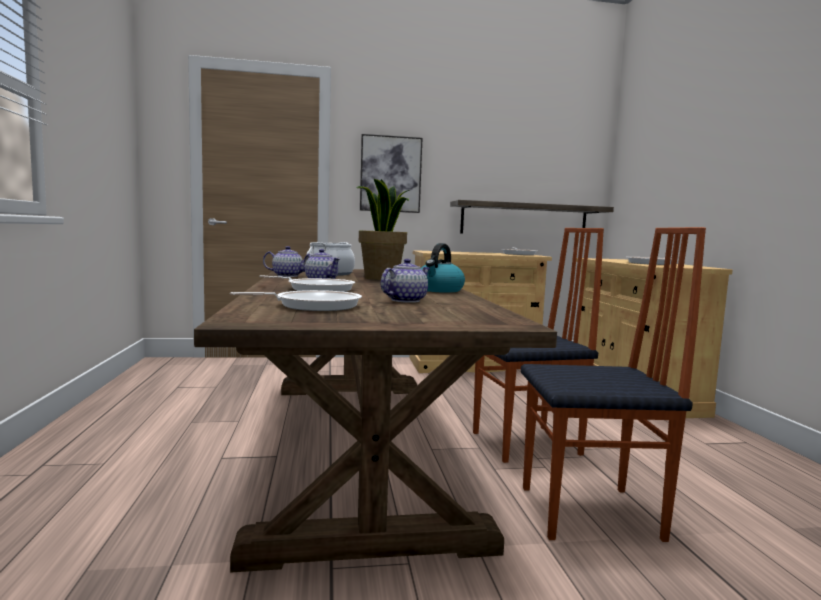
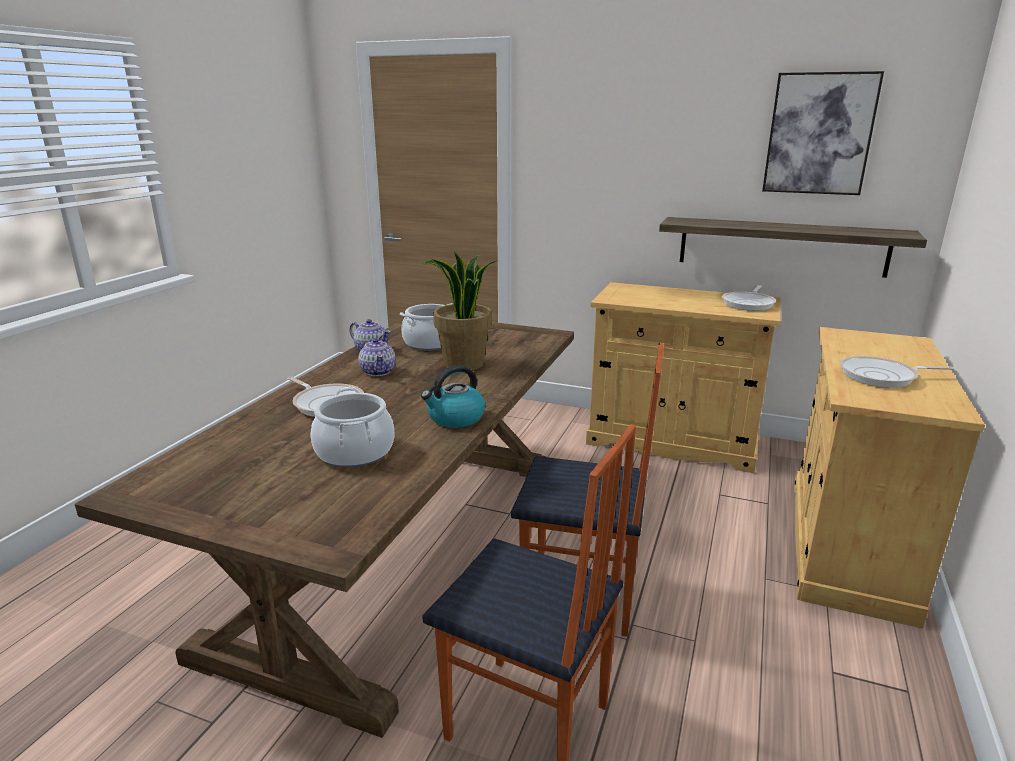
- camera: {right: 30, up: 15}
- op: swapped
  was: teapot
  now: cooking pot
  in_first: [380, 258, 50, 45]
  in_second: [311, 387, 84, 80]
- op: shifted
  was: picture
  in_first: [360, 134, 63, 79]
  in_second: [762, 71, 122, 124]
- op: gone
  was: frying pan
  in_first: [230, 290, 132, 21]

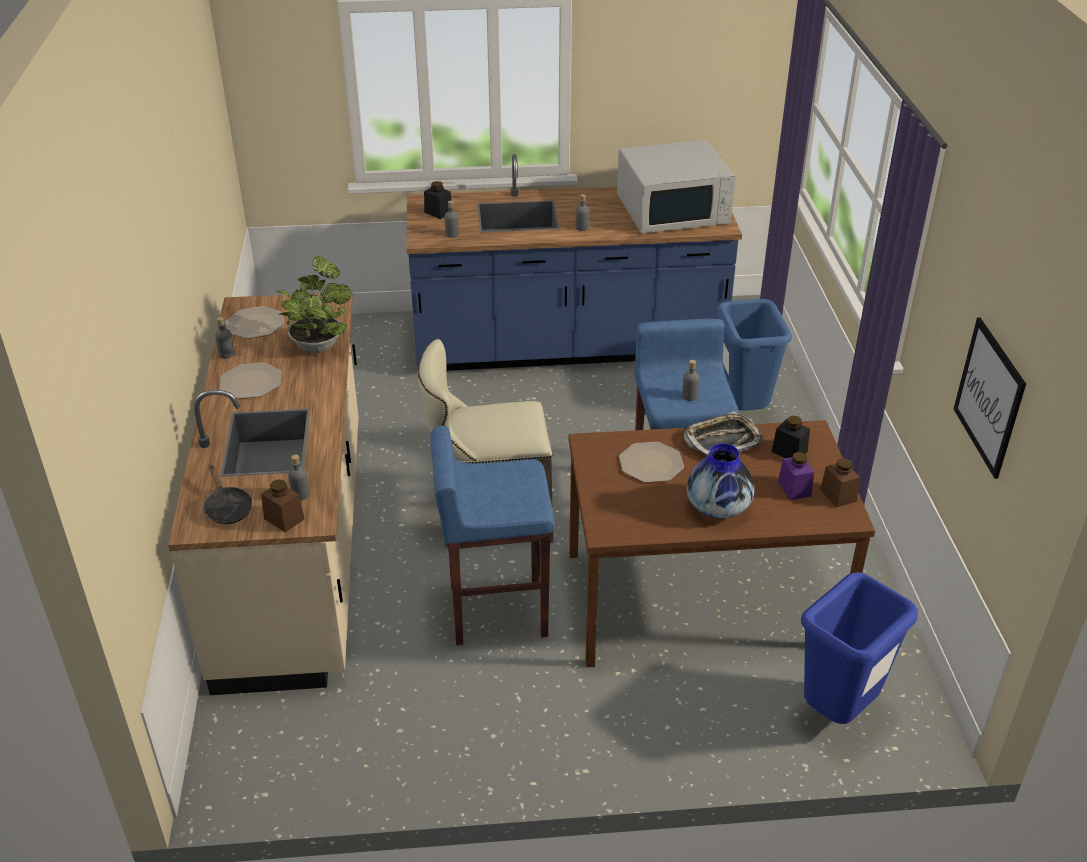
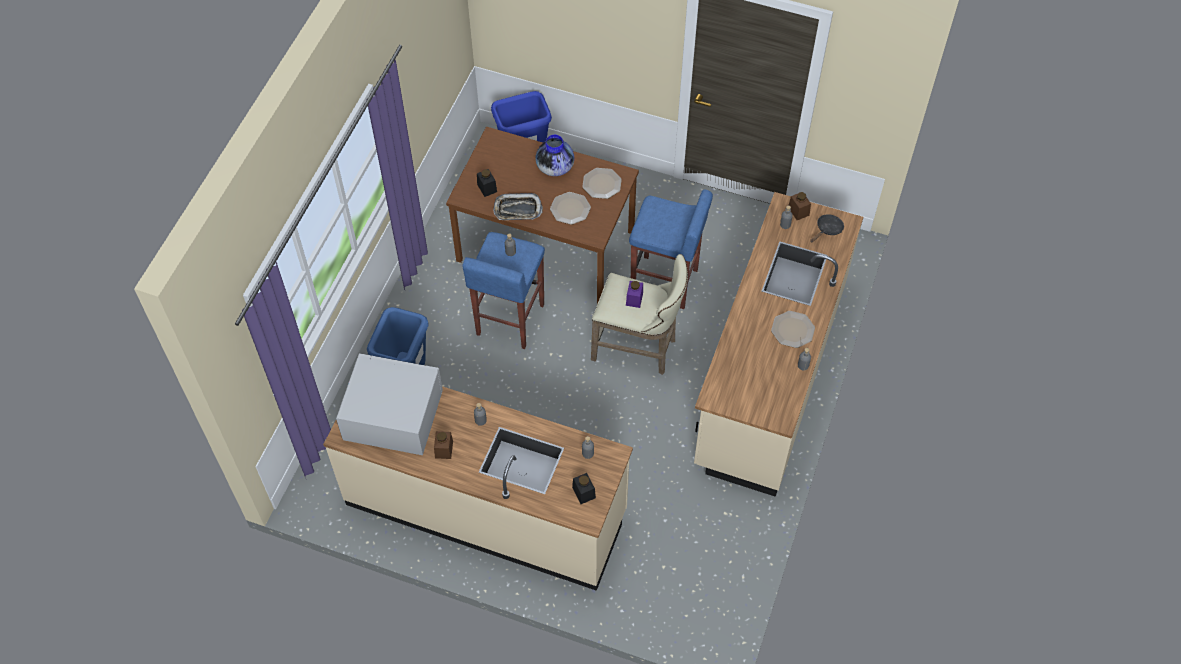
- camera: {right: -155, up: 20}
- op: repainted
  was: counter in blue
  now: counter in beige
  in_first: [407, 154, 335, 217]
  in_second: [323, 386, 310, 205]
- op: shifted
  was: jar in brown
  in_first: [820, 458, 40, 50]
  in_second: [434, 431, 19, 28]
- op: shifted
  was: plate
  in_first: [226, 306, 59, 33]
  in_second: [582, 168, 40, 31]
- op: shifted
  was: jar in purple
  in_first: [778, 452, 36, 48]
  in_second: [626, 281, 17, 27]
- op: rotated
  was: frying pan in black
  in_first: [204, 465, 48, 59]
  in_second: [810, 214, 34, 28]
  clockwise: 45
- op: gone
  was: potted plant
  in_first: [277, 256, 74, 98]
- op: gone
  was: picture
  in_first: [954, 317, 72, 162]

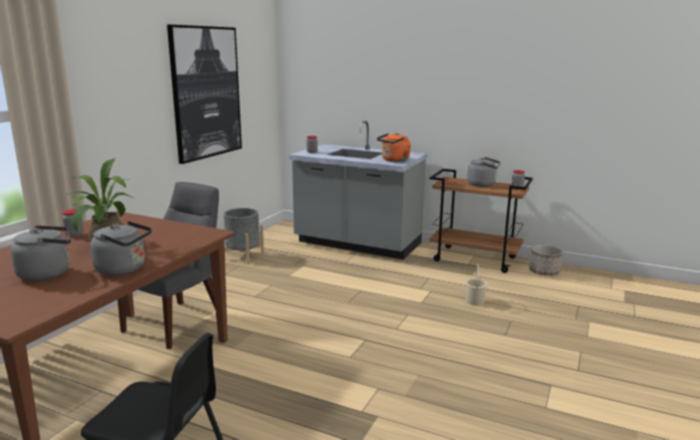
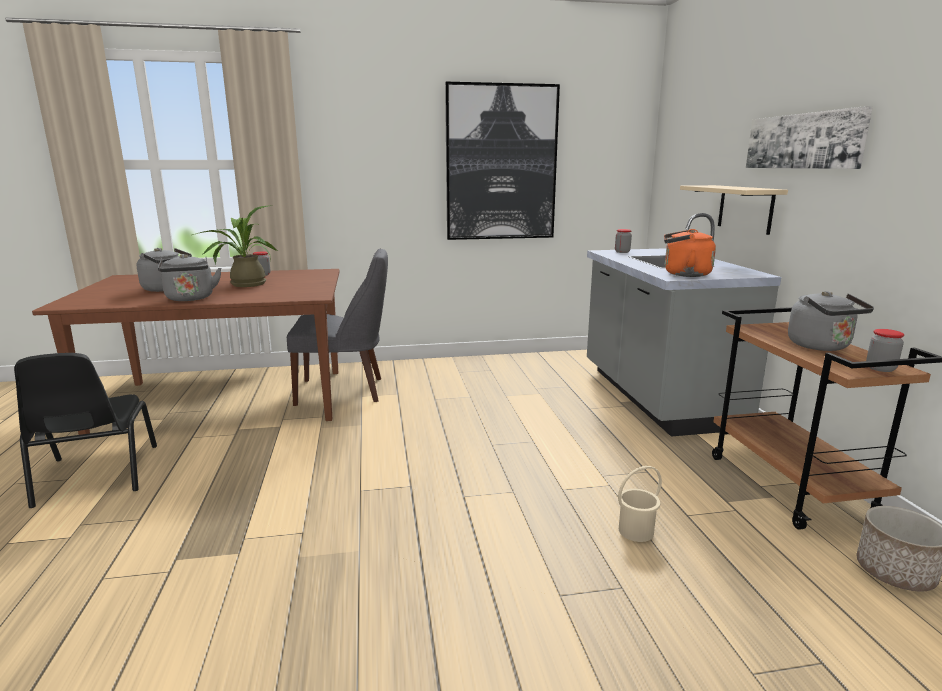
- camera: {right: 55, up: 0}
- op: new
  now: shelf in beige
  in_second: [680, 185, 108, 50]
- op: new
  now: picture
  in_second: [746, 106, 127, 63]
- op: gone
  was: planter in grey
  in_first: [224, 208, 40, 56]

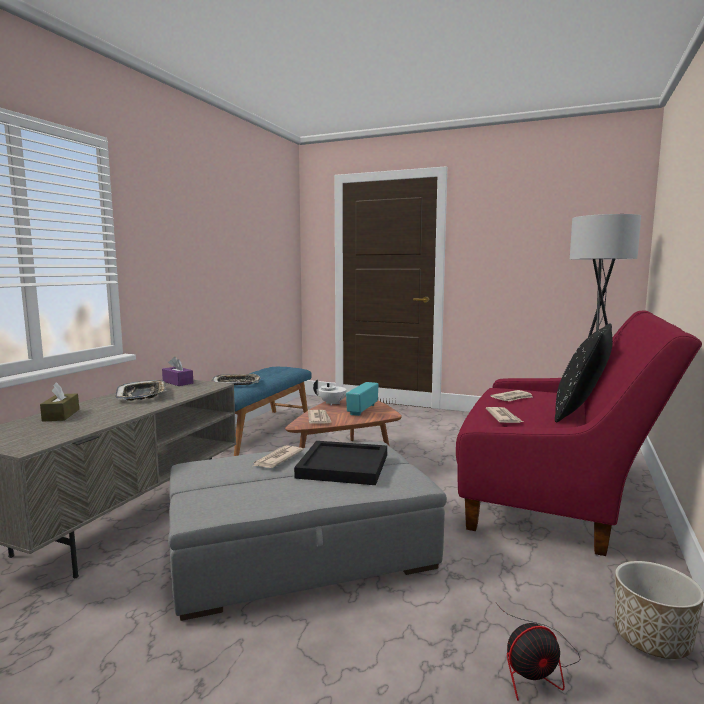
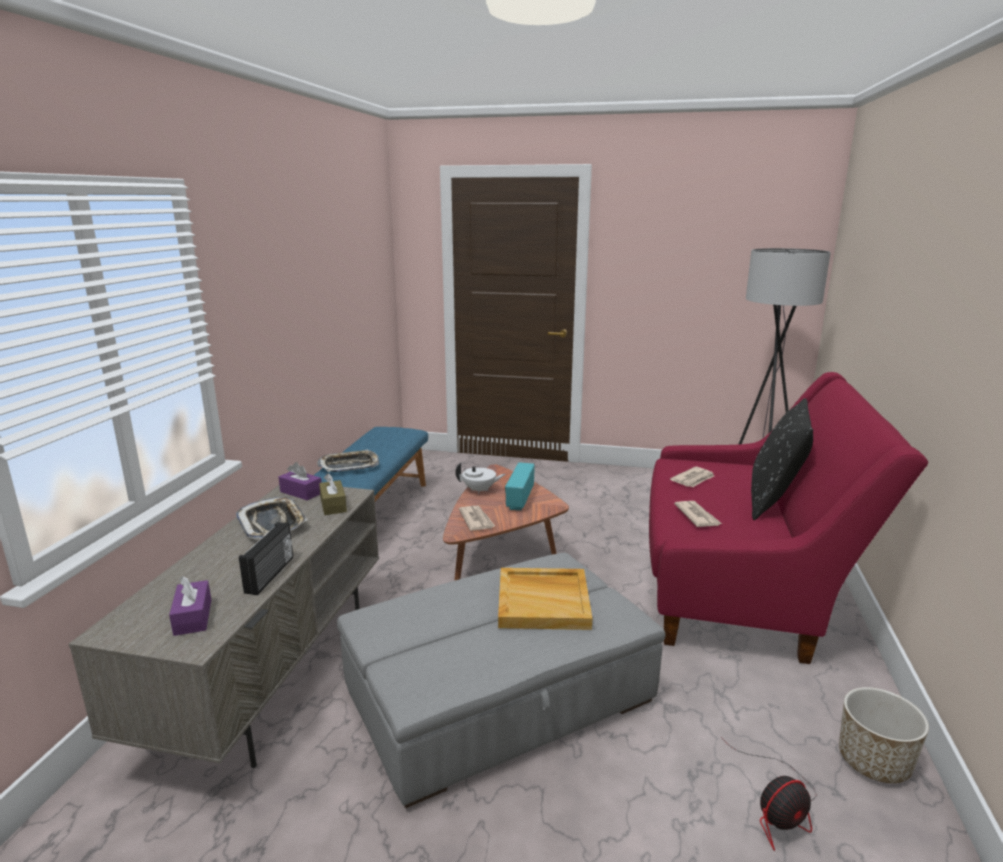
- camera: {right: -10, up: 10}
- op: new
  now: tissue box in purple
  in_second: [169, 576, 42, 60]
- op: new
  now: radio
  in_second: [239, 522, 54, 73]
- op: shifted
  was: tissue box in brown
  in_first: [40, 382, 39, 40]
  in_second: [319, 473, 28, 42]
- op: repainted
  was: tray in black
  now: tray in beige
  in_first: [294, 441, 93, 44]
  in_second: [498, 568, 94, 62]
- op: gone
  was: newspaper
  in_first: [253, 445, 51, 23]

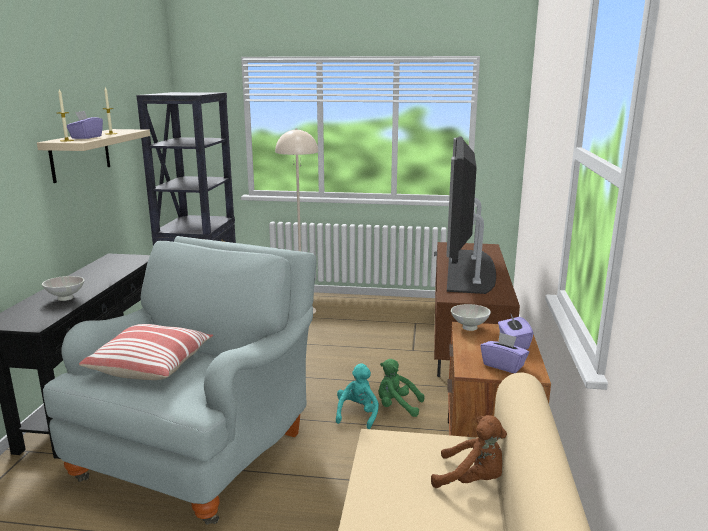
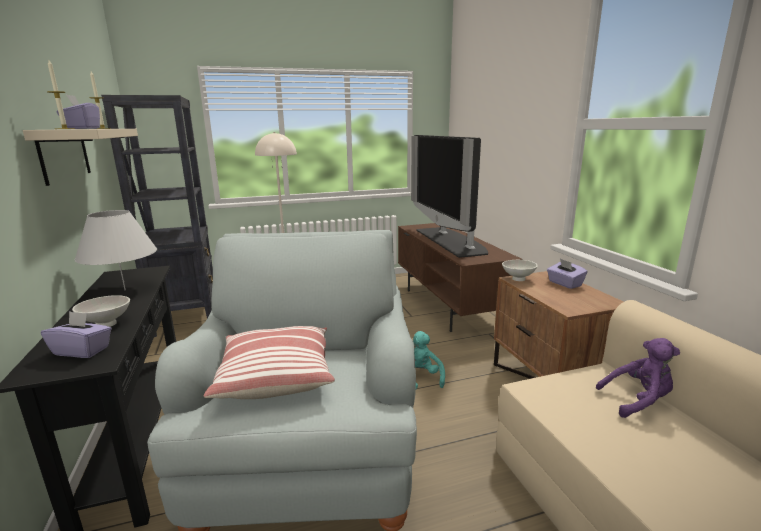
- camera: {right: -25, up: 0}
- op: shifted
  was: tissue box in purple
  in_first: [480, 332, 49, 41]
  in_second: [41, 311, 71, 47]
- op: new
  now: table lamp in white
  in_second: [75, 210, 82, 80]
- op: repainted
  was: plush toy in brown
  now: plush toy in purple
  in_first: [431, 415, 76, 73]
  in_second: [596, 338, 84, 80]
- op: gone
  was: plush toy in green
  in_first: [378, 359, 47, 58]

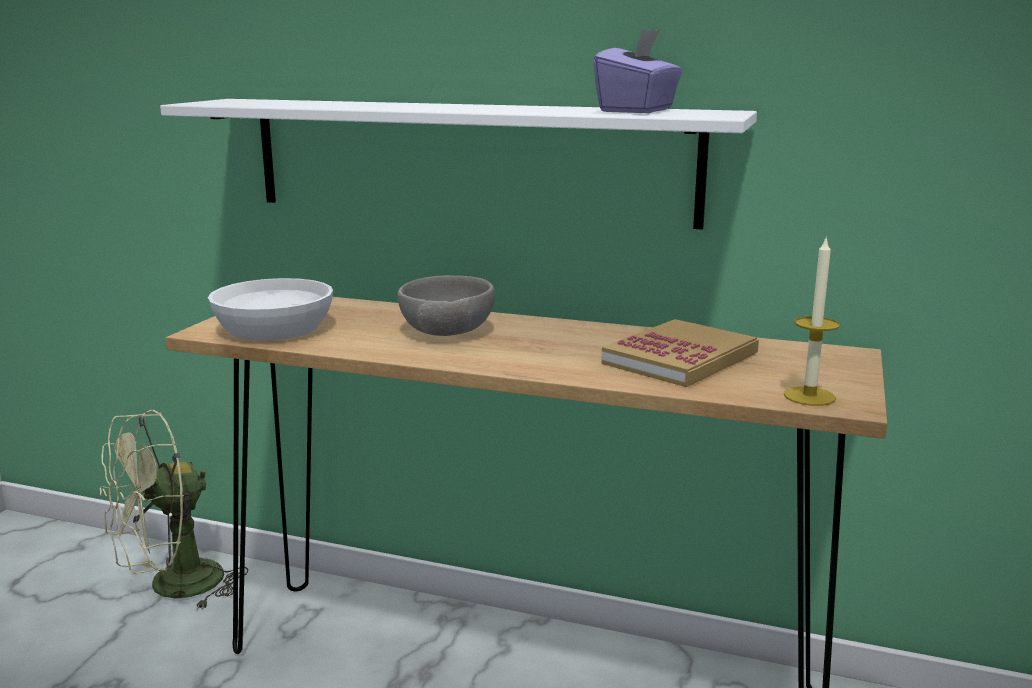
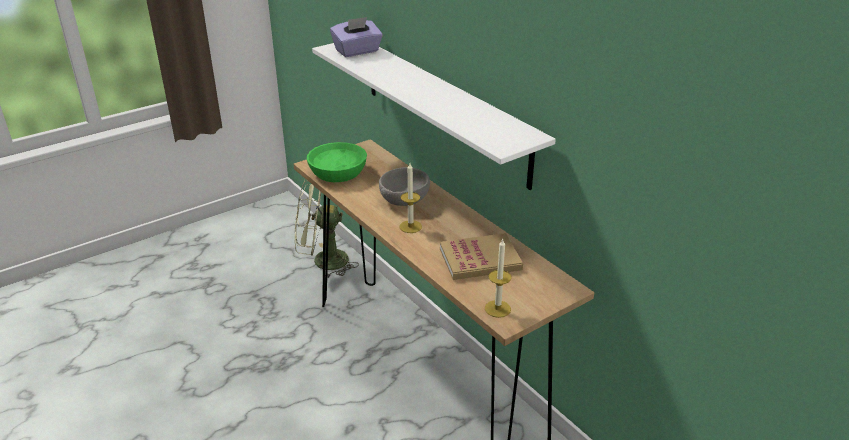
- camera: {right: 35, up: 15}
- op: repainted
  was: bowl in white
  now: bowl in green
  in_first: [208, 278, 125, 62]
  in_second: [307, 142, 60, 40]
- op: shifted
  was: tissue box in purple
  in_first: [593, 29, 90, 84]
  in_second: [330, 17, 53, 40]
- op: new
  now: candle
  in_second: [399, 163, 23, 70]

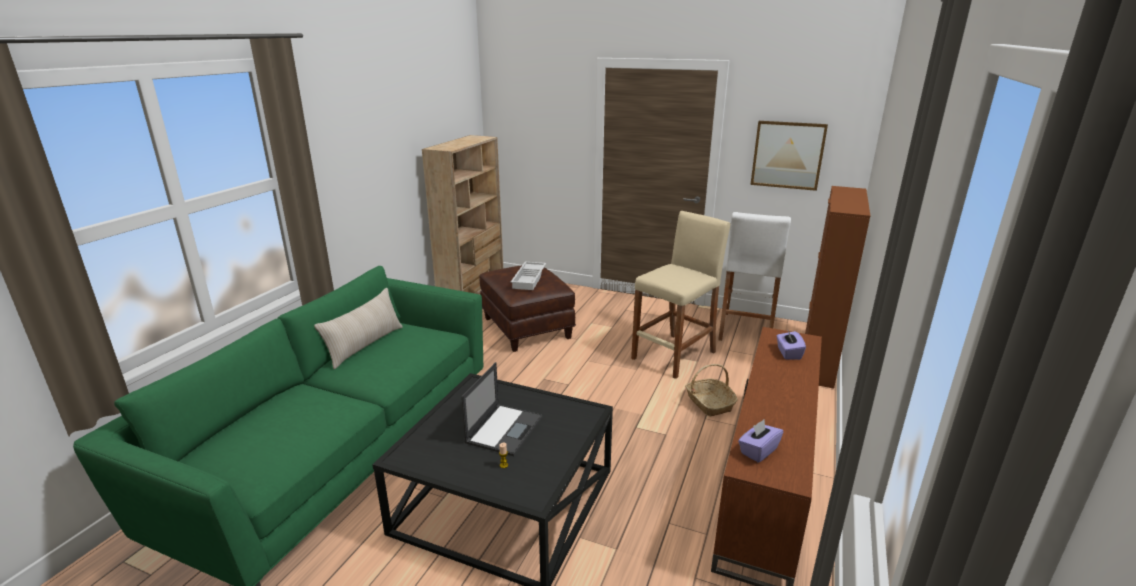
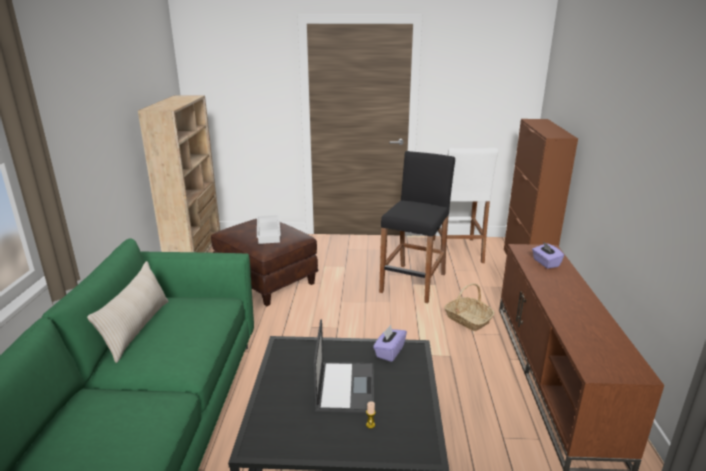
- camera: {right: -20, up: 0}
- op: shifted
  was: tissue box in purple
  in_first: [738, 420, 45, 43]
  in_second: [373, 325, 34, 37]
- op: repainted
  was: stool in beige
  now: stool in black
  in_first: [631, 211, 99, 168]
  in_second: [379, 151, 76, 153]
- op: gone
  was: picture
  in_first: [750, 121, 78, 70]

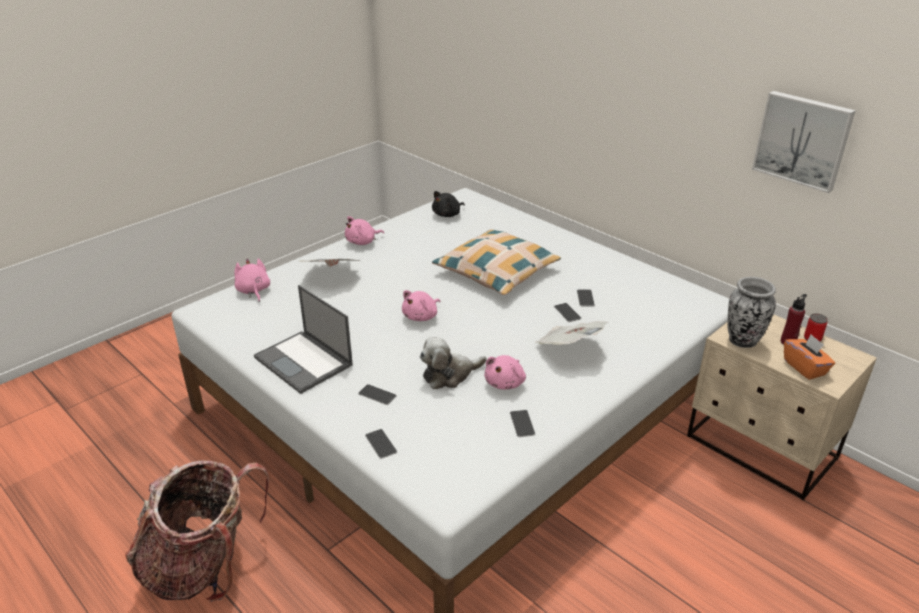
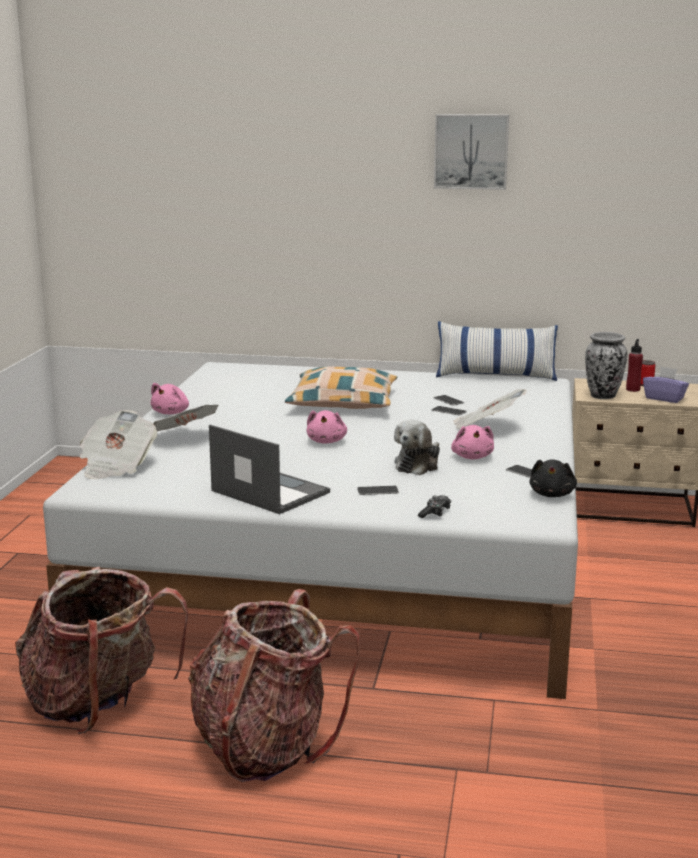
- camera: {right: -35, up: -15}
- op: new
  now: backpack
  in_second: [15, 566, 173, 168]
- op: swapped
  was: plush toy in pink
  now: newspaper
  in_first: [234, 258, 36, 44]
  in_second: [80, 410, 77, 69]
- op: rotated
  was: laptop
  in_first: [254, 285, 99, 109]
  in_second: [209, 425, 121, 89]
  clockwise: -150
- op: swapped
  was: phone
  now: game controller
  in_first: [365, 429, 32, 30]
  in_second: [418, 495, 33, 23]
- op: shifted
  was: picture
  in_first: [752, 91, 104, 102]
  in_second: [434, 114, 75, 76]
- op: new
  now: pillow
  in_second: [436, 321, 122, 60]
- op: shifted
  was: plush toy in black
  in_first: [432, 191, 33, 26]
  in_second: [529, 460, 48, 37]
- op: repainted
  was: tissue box in orange
  now: tissue box in purple
  in_first: [784, 334, 51, 46]
  in_second: [643, 367, 46, 36]

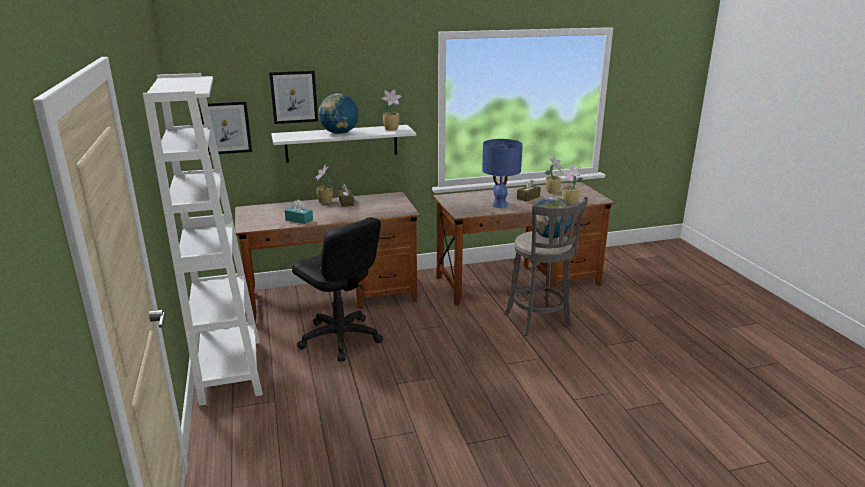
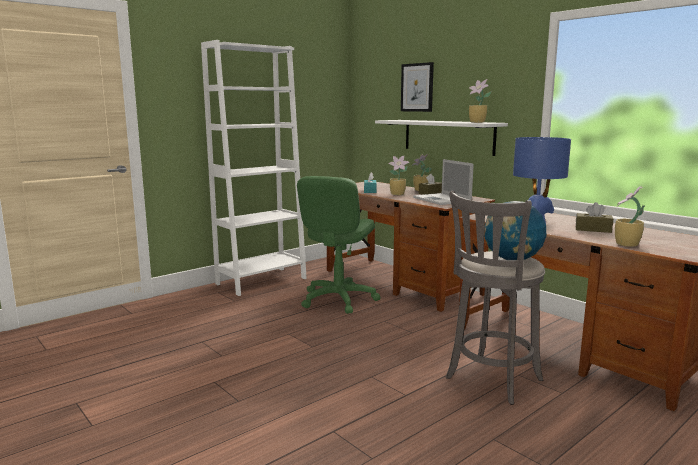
- camera: {right: 65, up: -10}
- op: repainted
  was: office chair in black
  now: office chair in green
  in_first: [292, 217, 91, 144]
  in_second: [297, 176, 83, 138]
- op: shifted
  was: potted plant
  in_first: [545, 155, 19, 39]
  in_second: [388, 156, 22, 39]
- op: new
  now: laptop
  in_second: [413, 159, 61, 46]
- op: gone
  was: picture
  in_first: [199, 101, 53, 54]
- op: gone
  was: globe
  in_first: [318, 93, 41, 41]

